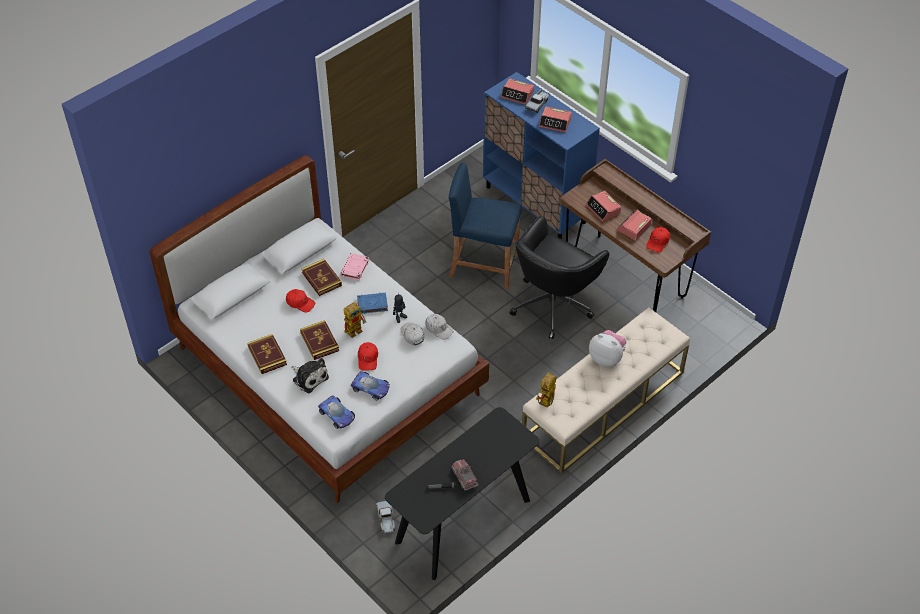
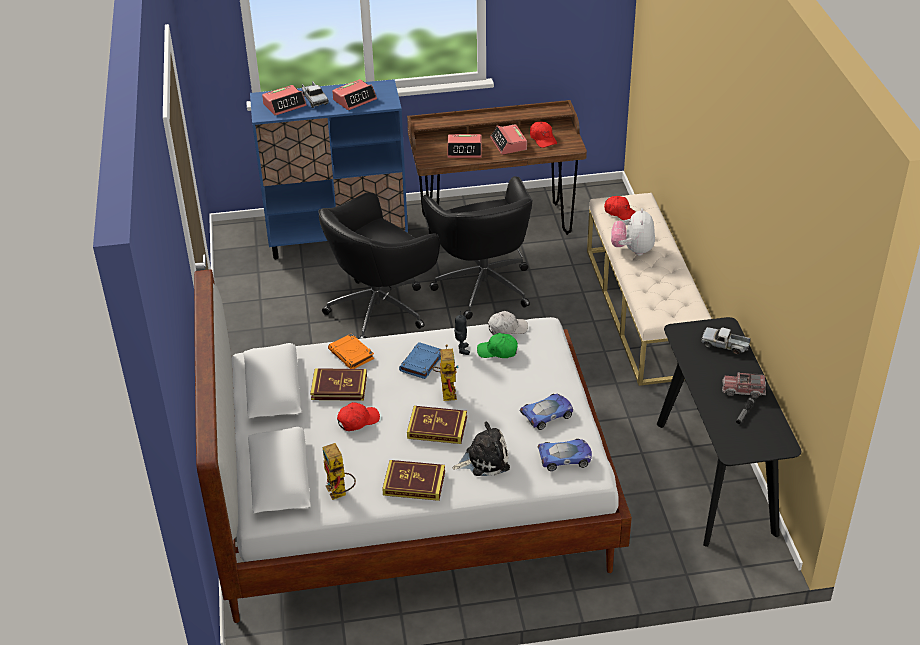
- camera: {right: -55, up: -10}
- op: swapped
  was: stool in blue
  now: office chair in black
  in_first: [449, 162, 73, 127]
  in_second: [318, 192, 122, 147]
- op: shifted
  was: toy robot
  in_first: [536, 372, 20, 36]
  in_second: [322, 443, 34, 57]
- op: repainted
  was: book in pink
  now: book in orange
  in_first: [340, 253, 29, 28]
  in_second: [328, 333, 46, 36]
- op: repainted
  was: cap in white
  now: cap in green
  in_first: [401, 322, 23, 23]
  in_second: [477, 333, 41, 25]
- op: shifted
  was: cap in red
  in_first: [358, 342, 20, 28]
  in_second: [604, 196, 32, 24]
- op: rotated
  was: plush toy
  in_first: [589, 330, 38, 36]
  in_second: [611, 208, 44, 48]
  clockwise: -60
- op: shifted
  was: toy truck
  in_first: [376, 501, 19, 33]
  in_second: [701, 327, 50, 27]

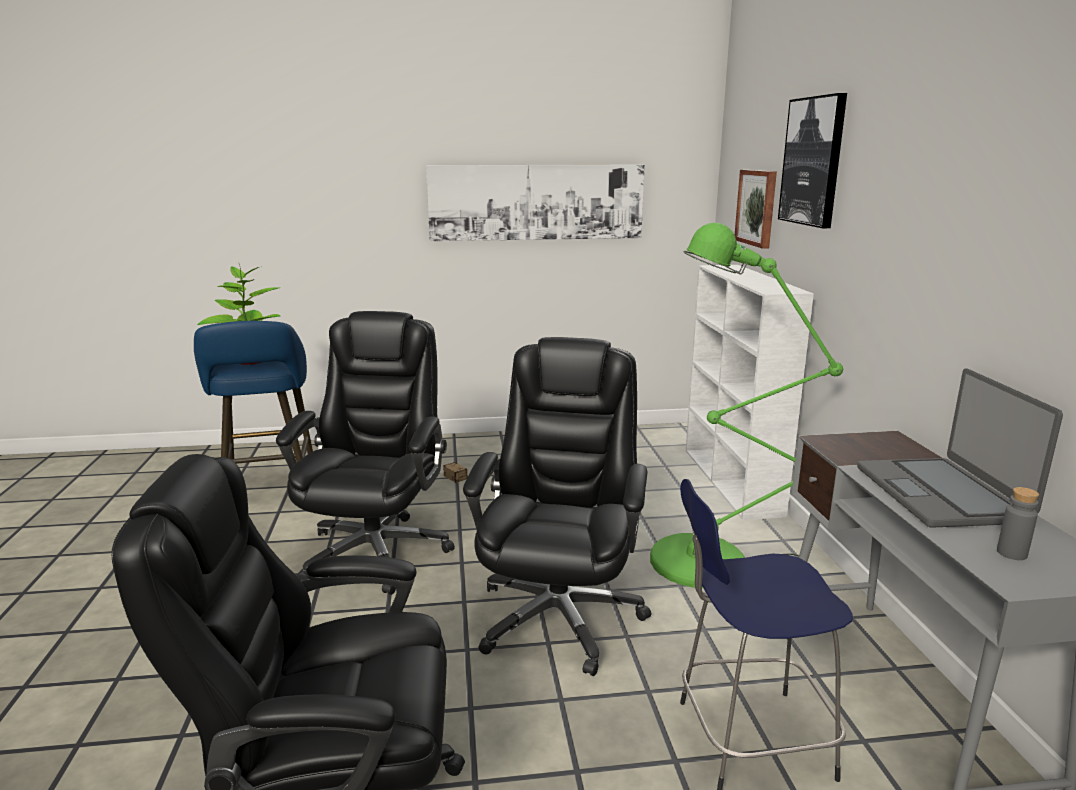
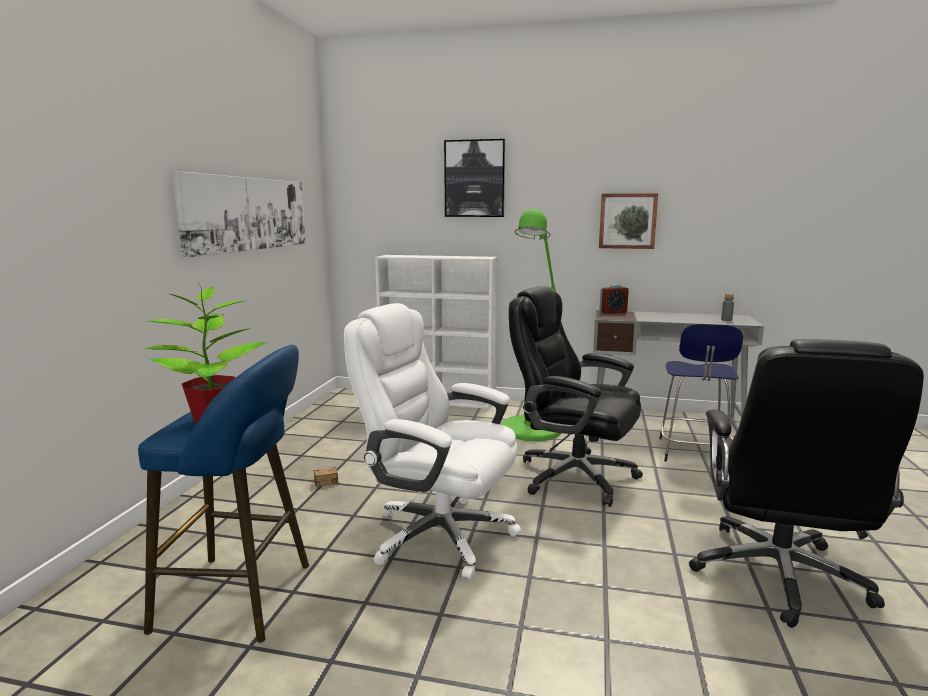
- camera: {right: -70, up: -5}
- op: repainted
  was: office chair in black
  now: office chair in white
  in_first: [276, 311, 179, 284]
  in_second: [344, 303, 177, 277]
- op: shifted
  was: picture
  in_first: [735, 170, 42, 79]
  in_second: [599, 193, 59, 56]
- op: new
  now: alarm clock
  in_second: [599, 284, 30, 30]
- op: gone
  was: laptop
  in_first: [857, 368, 206, 160]

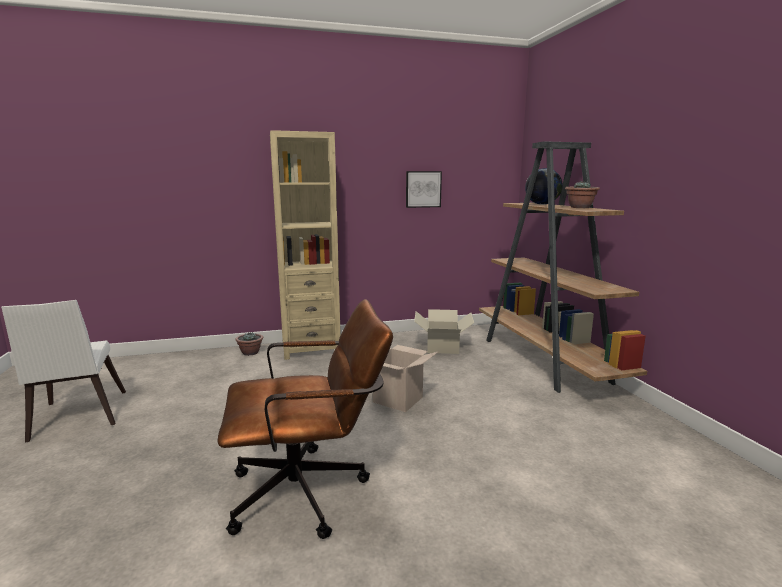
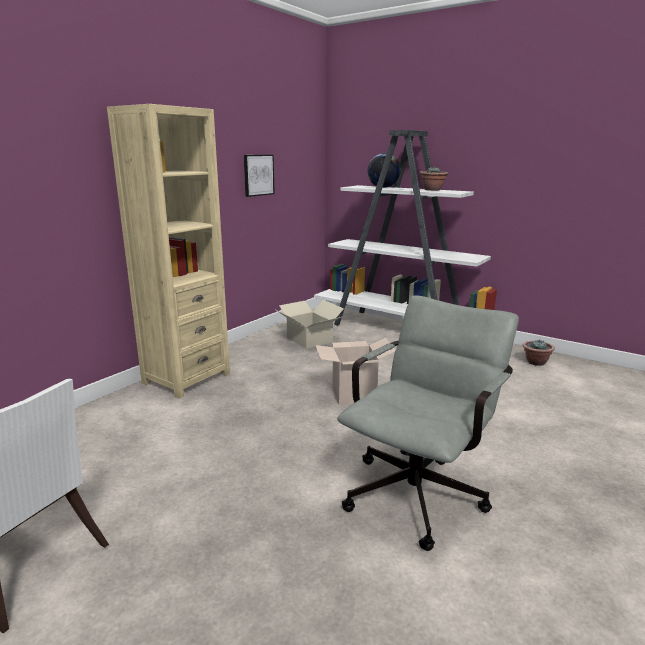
- camera: {right: -40, up: 5}
- op: repainted
  was: bookcase in brown
  now: bookcase in white
  in_first: [479, 141, 168, 252]
  in_second: [314, 130, 183, 195]
- op: repainted
  was: office chair in brown
  now: office chair in grey
  in_first: [218, 299, 175, 240]
  in_second: [337, 295, 182, 256]
- op: shifted
  was: potted plant
  in_first: [235, 333, 28, 23]
  in_second: [523, 339, 32, 27]

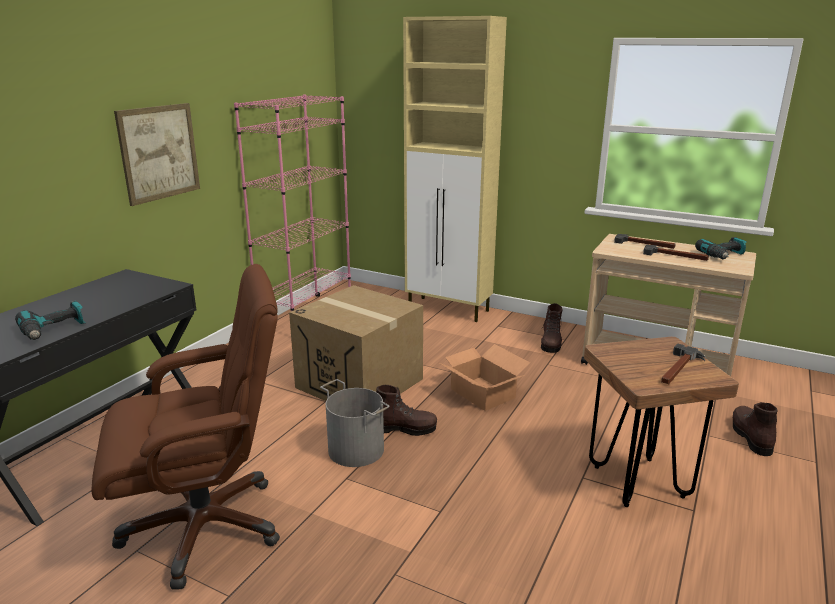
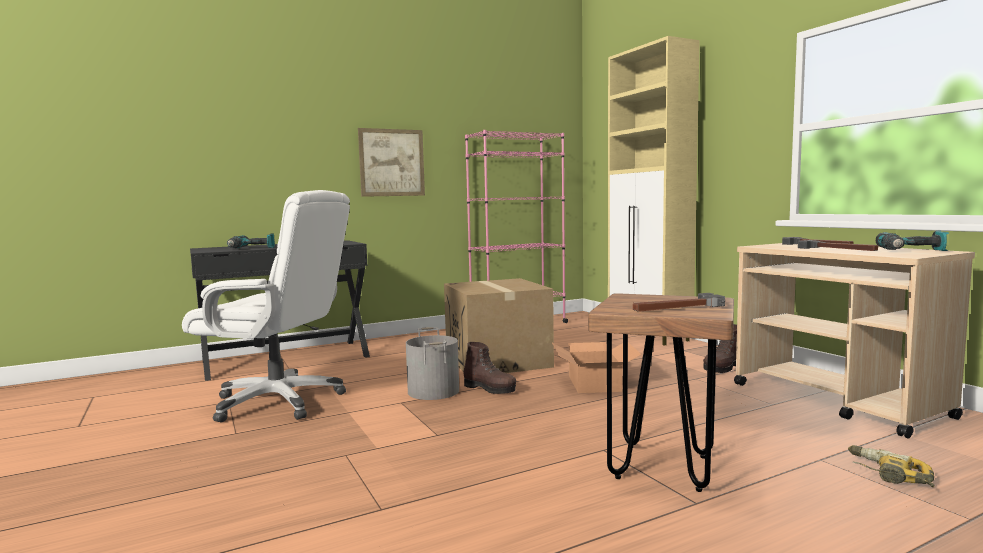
- camera: {right: 35, up: -15}
- op: repainted
  was: office chair in brown
  now: office chair in white
  in_first: [91, 264, 189, 326]
  in_second: [182, 190, 168, 232]
- op: swapped
  was: boot in brown
  now: power drill
  in_first: [733, 402, 45, 54]
  in_second: [848, 445, 86, 42]

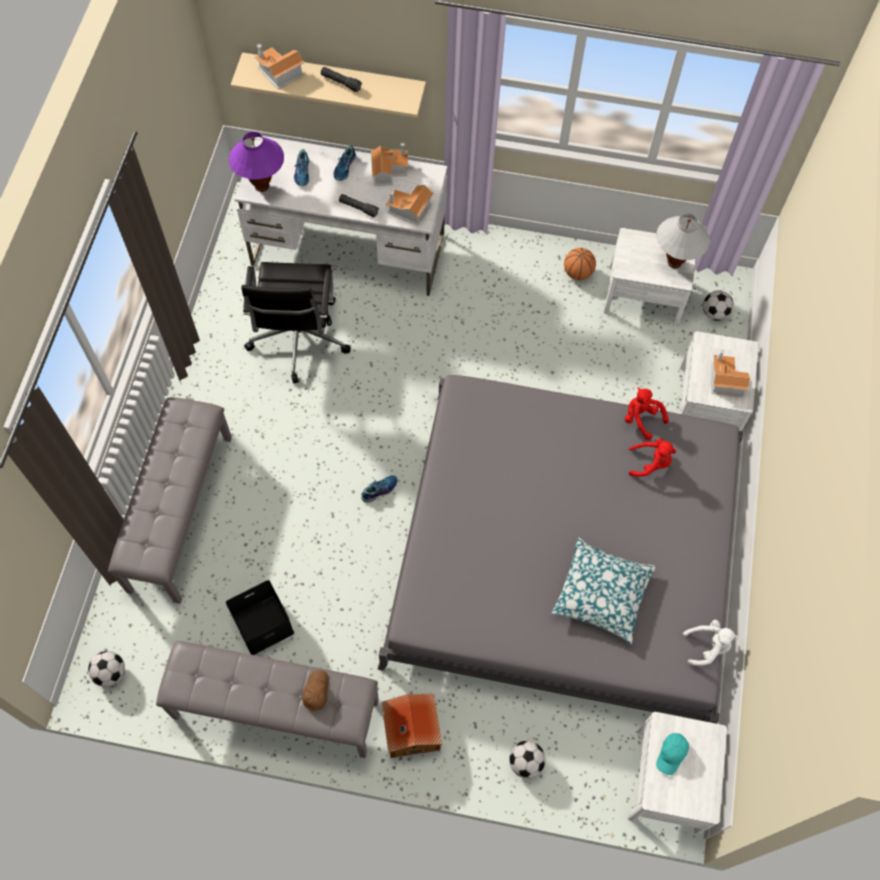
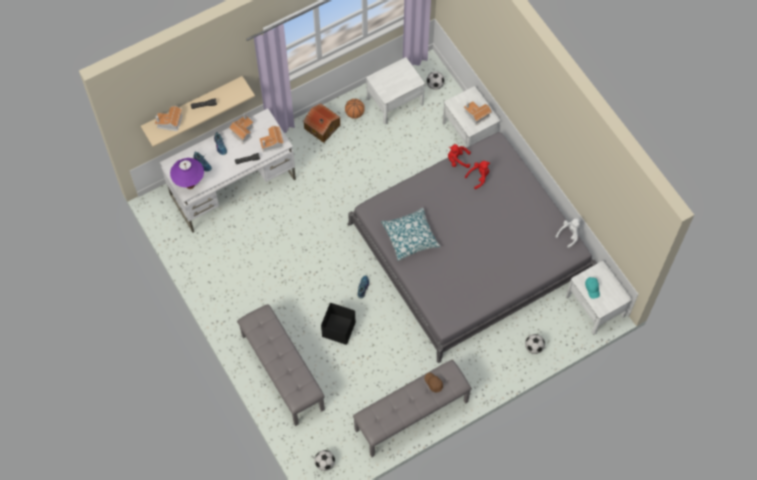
- camera: {right: -40, up: 0}
- op: shifted
  was: toy house
  in_first: [381, 694, 61, 64]
  in_second: [303, 103, 37, 40]
- op: shifted
  was: storage box in black
  in_first: [226, 580, 68, 75]
  in_second: [321, 303, 35, 42]
- op: shifted
  was: pillow
  in_first: [551, 537, 105, 107]
  in_second: [381, 208, 60, 53]
- op: gone
  was: office chair in black
  in_first: [241, 262, 110, 122]
- op: gone
  was: table lamp in white
  in_first: [656, 213, 55, 55]

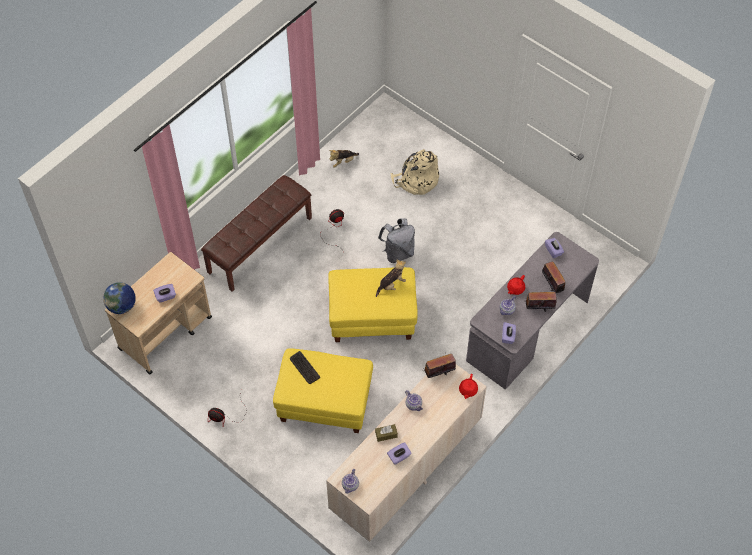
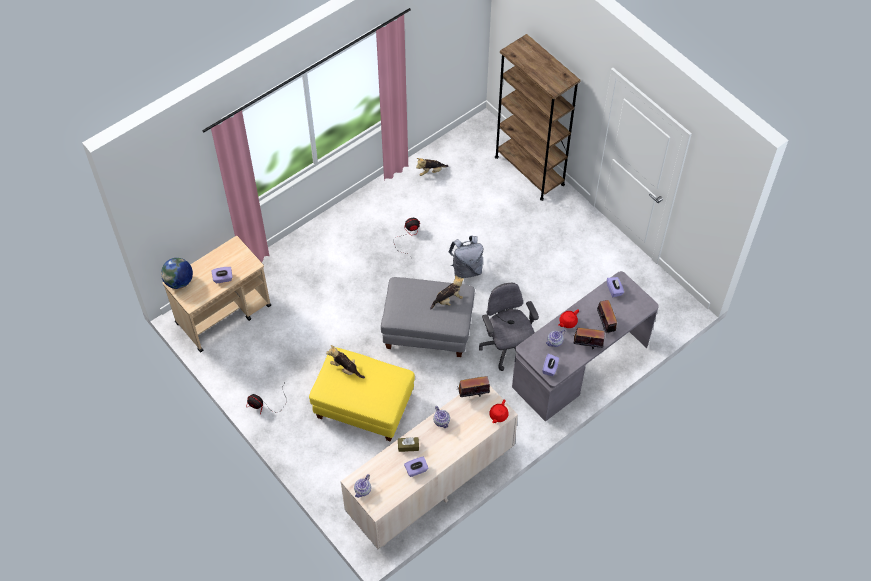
- camera: {right: 10, up: 0}
- op: swapped
  was: keyboard
  now: plush toy
  in_first: [290, 351, 30, 33]
  in_second: [326, 345, 39, 33]
- op: repainted
  was: ottoman in yellow
  now: ottoman in grey
  in_first: [328, 267, 90, 75]
  in_second: [381, 277, 94, 80]
- op: new
  now: office chair in grey
  in_second: [479, 283, 60, 88]
- op: new
  now: bookcase in brown
  in_second: [495, 34, 86, 167]
- op: gone
  was: bench in brown
  in_first: [201, 175, 111, 117]
- op: gone
  was: backpack in beige
  in_first: [390, 149, 49, 46]

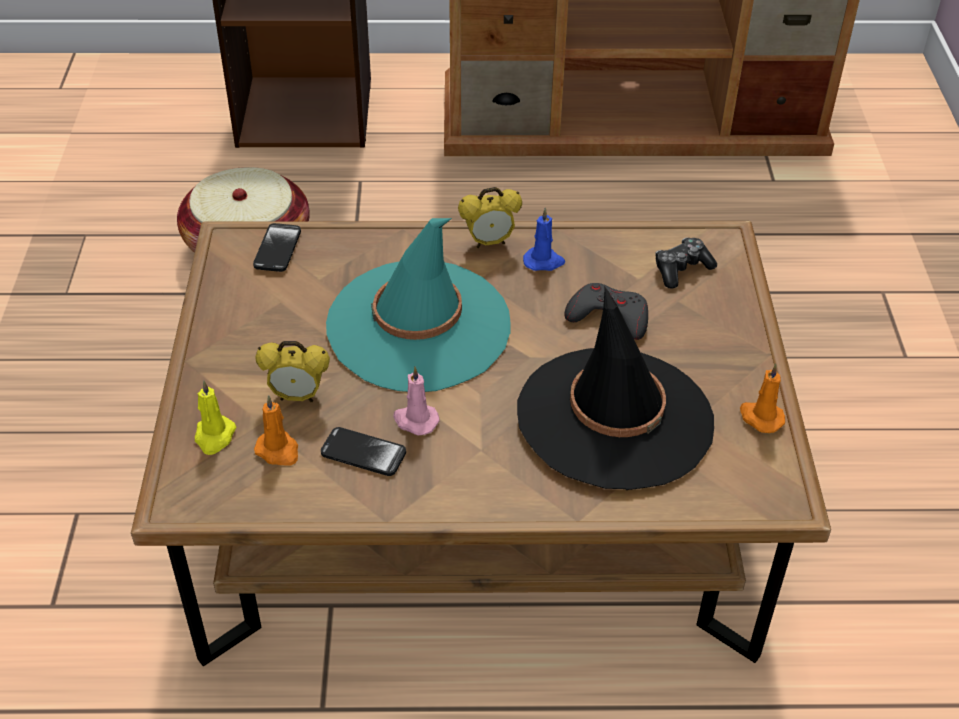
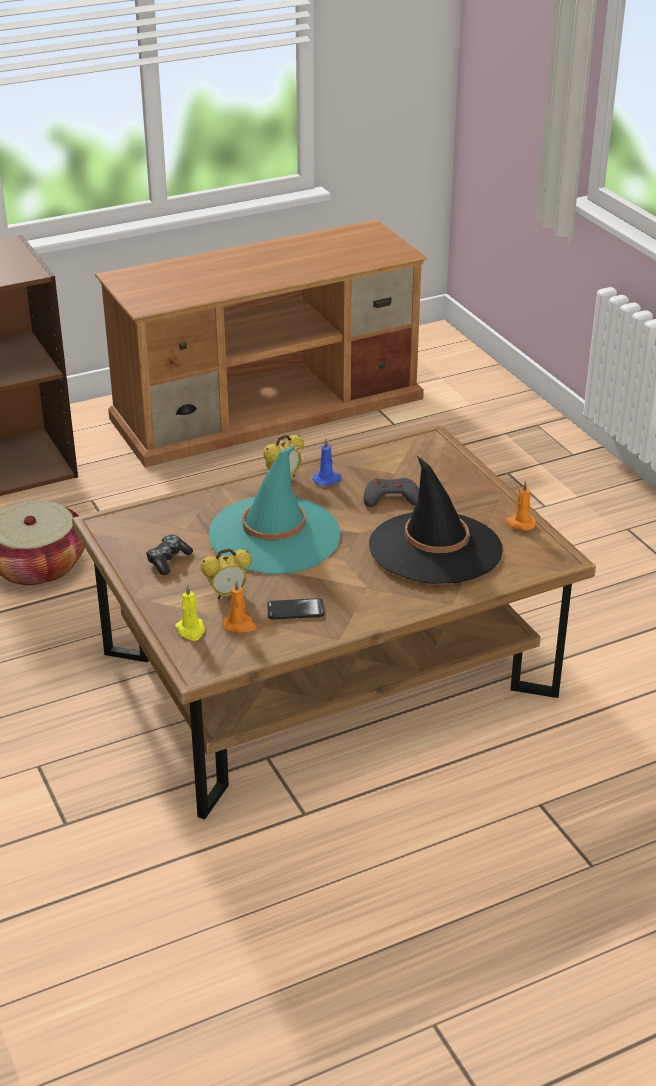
- camera: {right: -25, up: -10}
- op: shifted
  was: game controller
  in_first: [655, 238, 62, 51]
  in_second: [146, 535, 47, 40]
- op: gone
  was: phone
  in_first: [253, 223, 48, 49]
- op: gone
  was: candle in pink
  in_first: [393, 366, 47, 69]

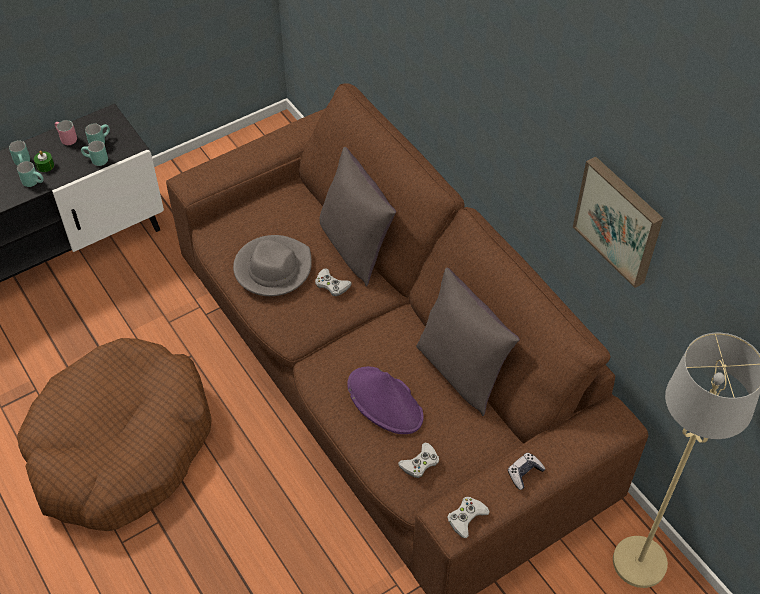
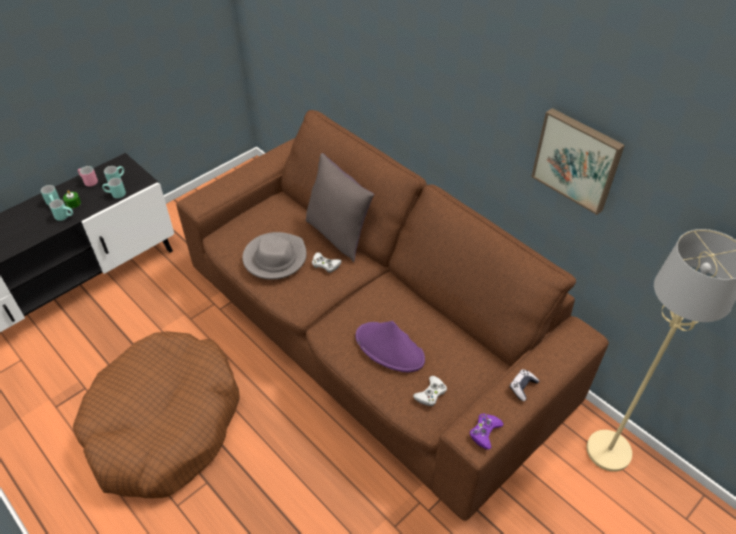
- camera: {right: -10, up: -5}
- op: repainted
  was: game controller in white
  now: game controller in purple
  in_first: [447, 497, 43, 41]
  in_second: [470, 413, 34, 36]
- op: gone
  was: pillow in grey
  in_first: [416, 268, 104, 148]

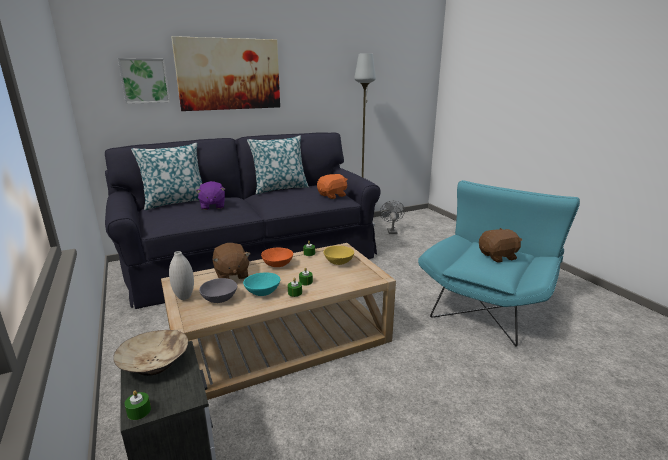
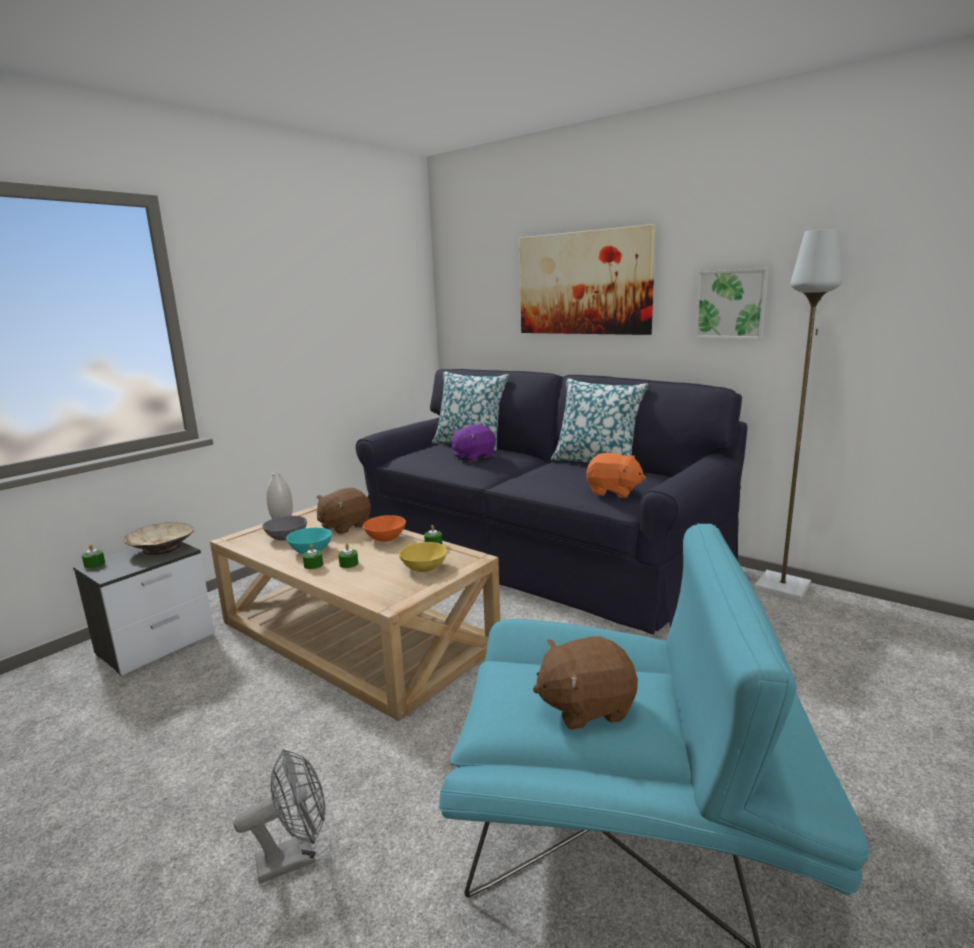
- camera: {right: 65, up: -5}
- op: shifted
  was: fan in grey
  in_first: [380, 201, 25, 33]
  in_second: [234, 749, 91, 135]
- op: rotated
  was: plush toy in brown
  in_first: [479, 228, 43, 35]
  in_second: [533, 636, 105, 94]
  clockwise: 120
- op: shifted
  was: picture
  in_first: [118, 58, 52, 46]
  in_second: [695, 269, 74, 70]

